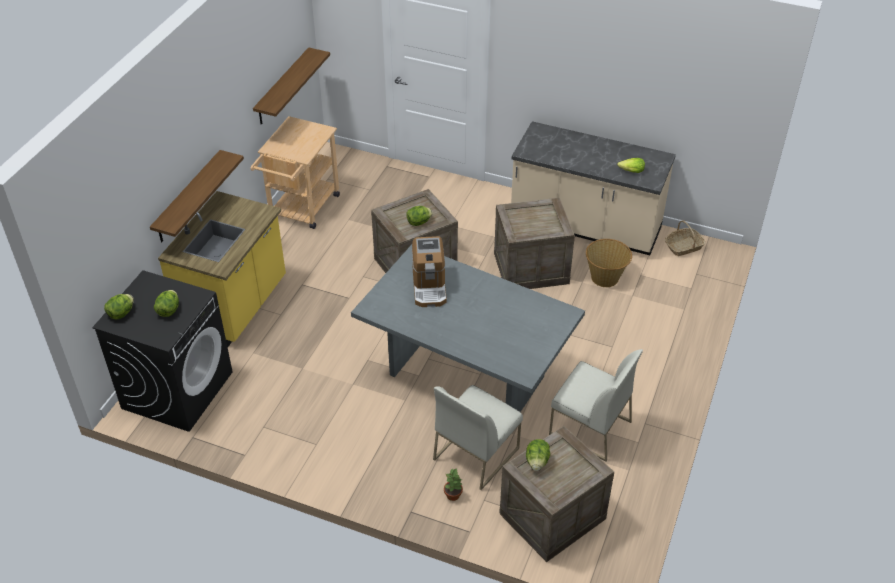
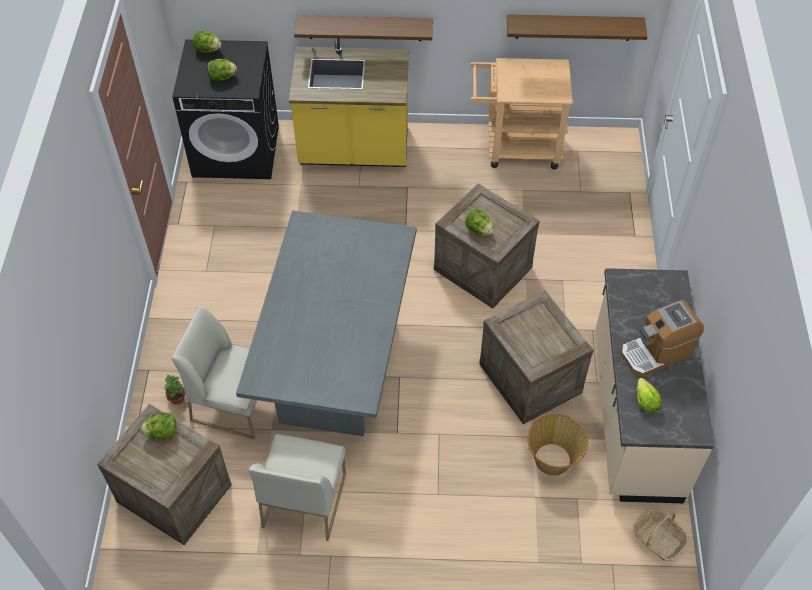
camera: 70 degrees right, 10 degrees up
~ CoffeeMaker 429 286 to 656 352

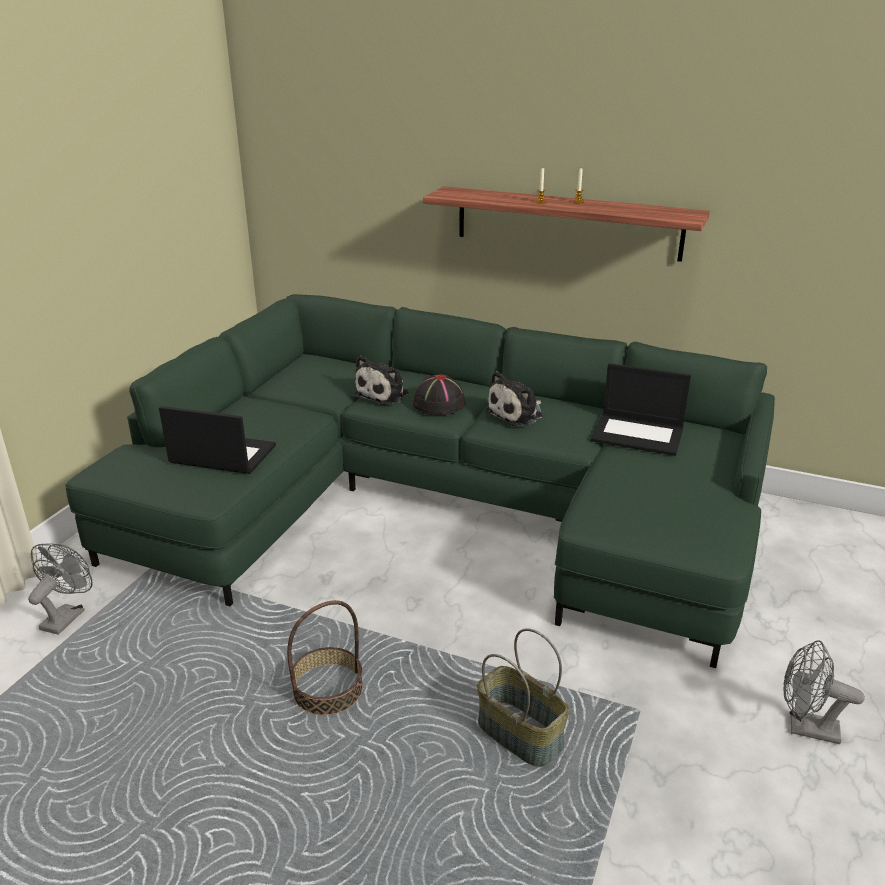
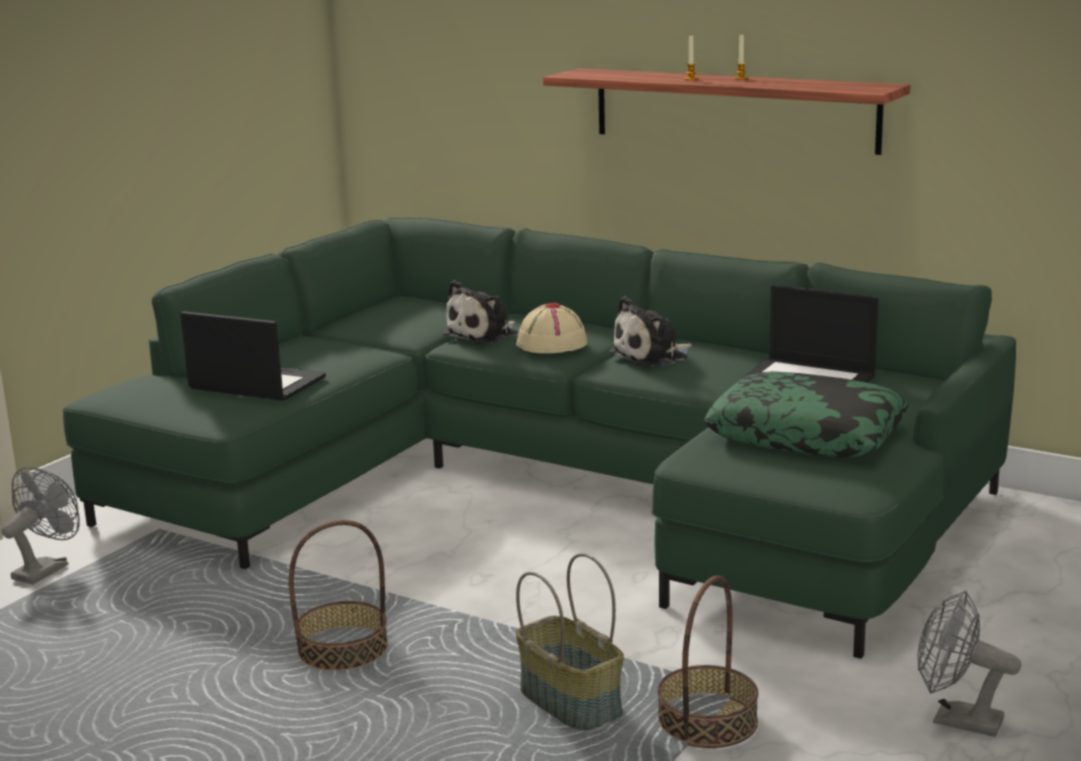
camera: 10 degrees right, 10 degrees down
+ Basket 707 721
+ Pillow 806 434
~ BlackColouredHat 438 404 to BeigeColouredHat 551 344

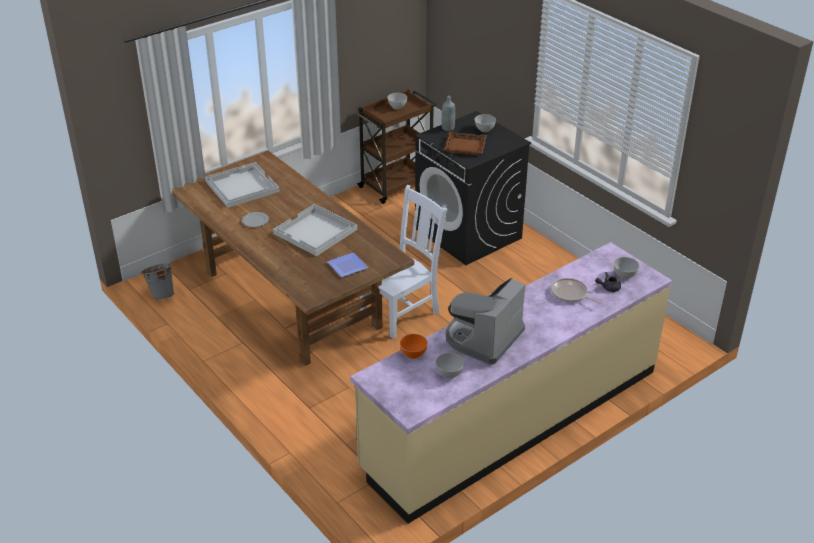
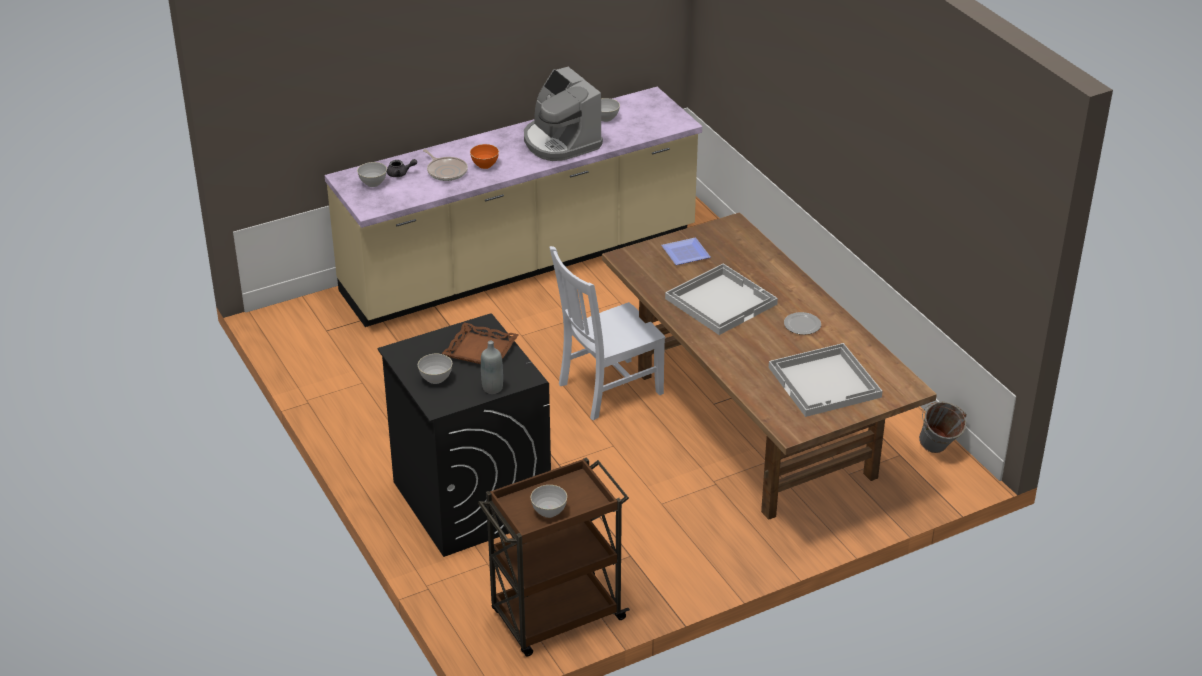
camera: 170 degrees left, 0 degrees up
~ OrangeServingBowl 413 354 to 485 165
~ CoffeeMaker 483 338 = 560 142 105 degrees clockwise

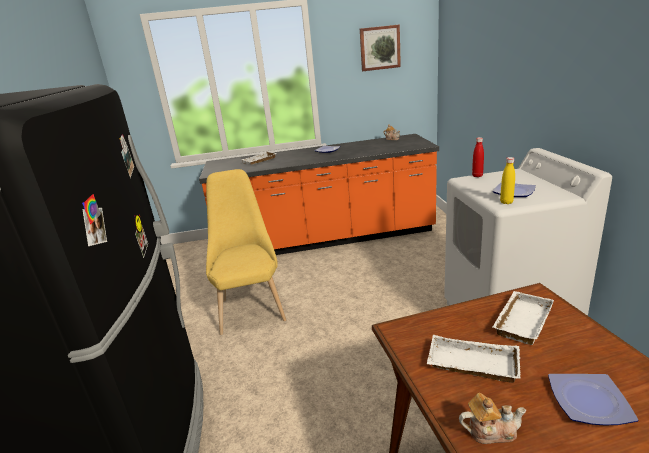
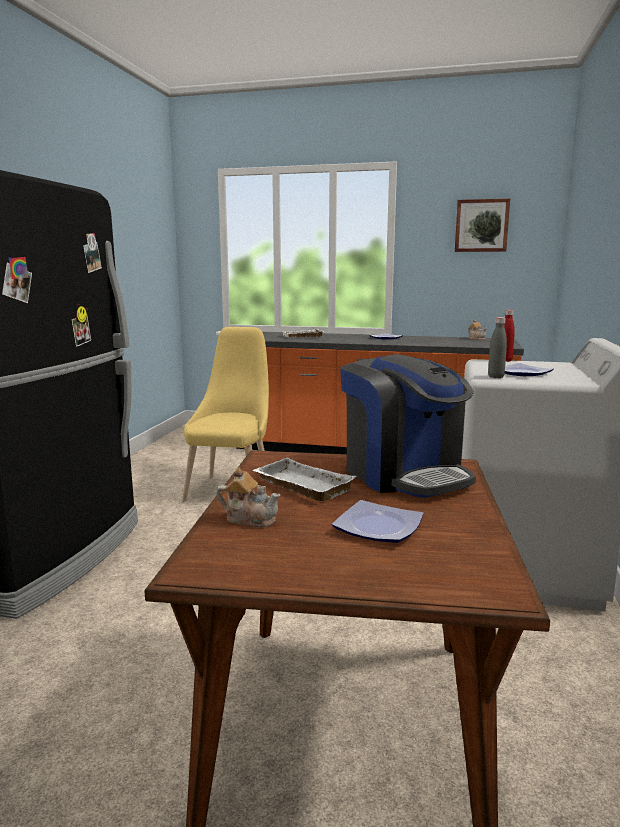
camera: 20 degrees right, 10 degrees down
~ WhitishServingTray 521 320 to CoffeeMaker 404 474
~ YellowBeverageBottle 506 202 to GreyBeverageBottle 495 377

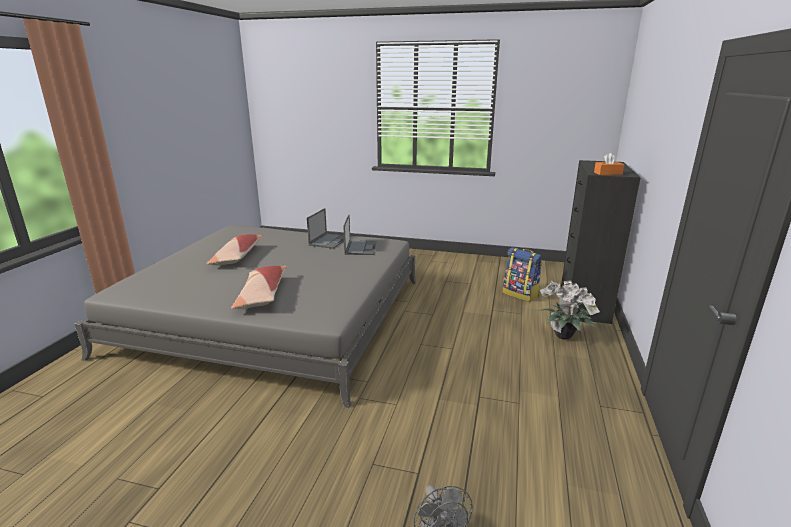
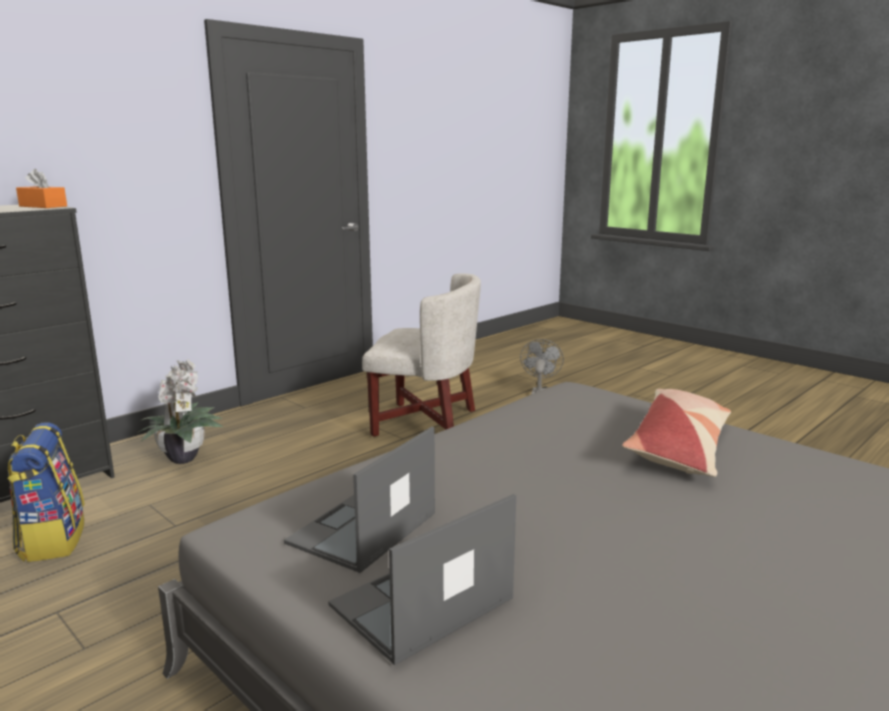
camera: 150 degrees left, 5 degrees down
- Pillow 237 257
+ WhitishEasyChair 426 423

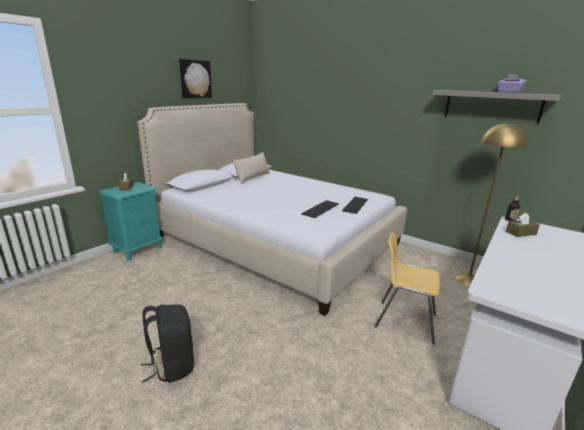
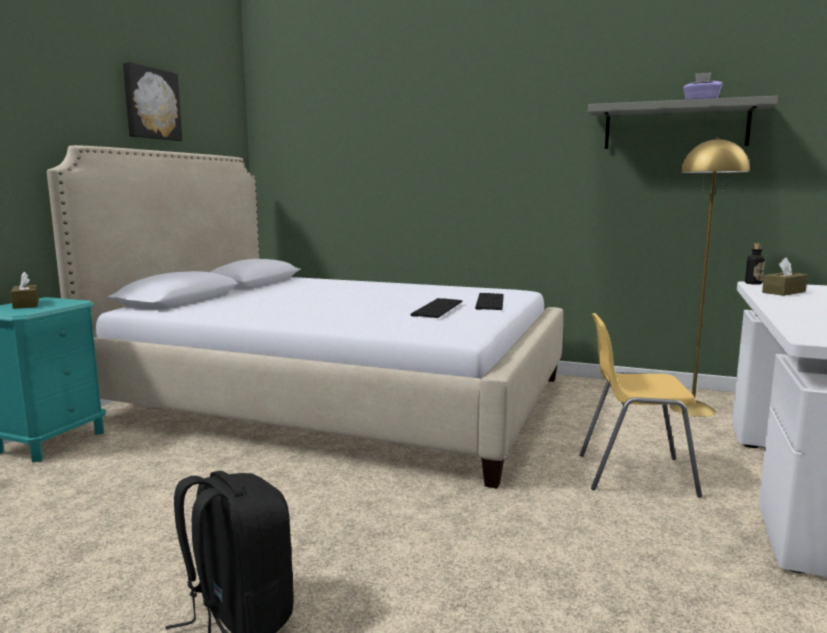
camera: 15 degrees left, 10 degrees down
- BeigeColouredPillow 253 177

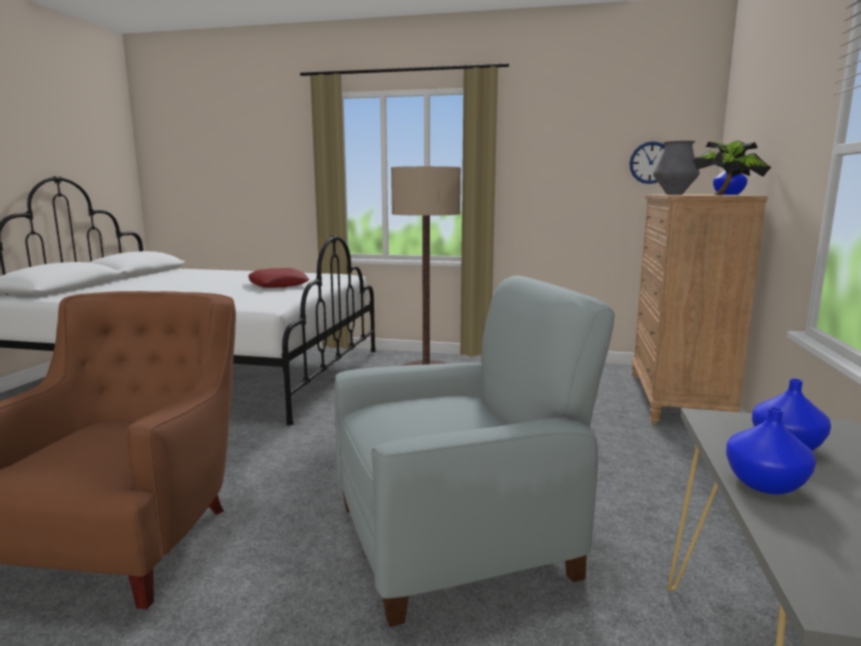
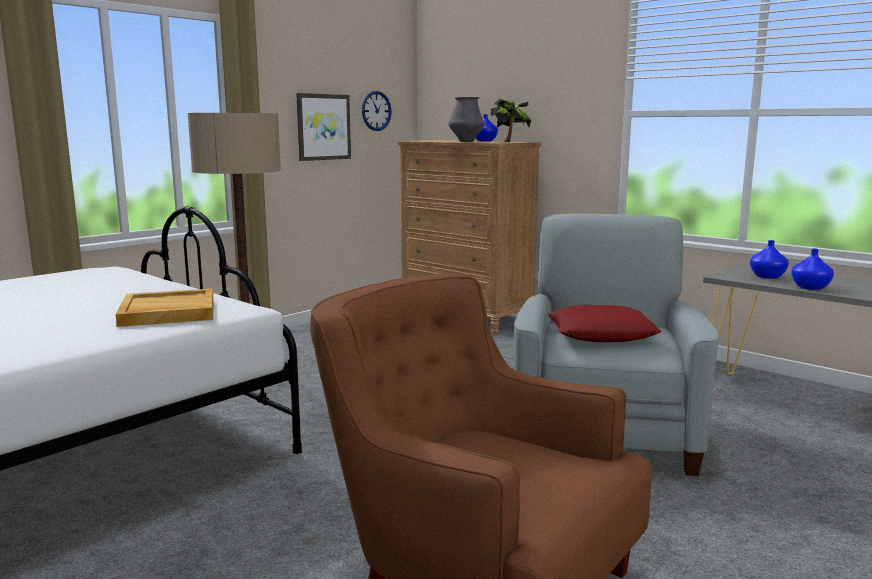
camera: 60 degrees left, 0 degrees up
+ BeigeColouredServingTray 167 312
+ WallPicture 323 127
~ RedPillow 278 285 to 601 334

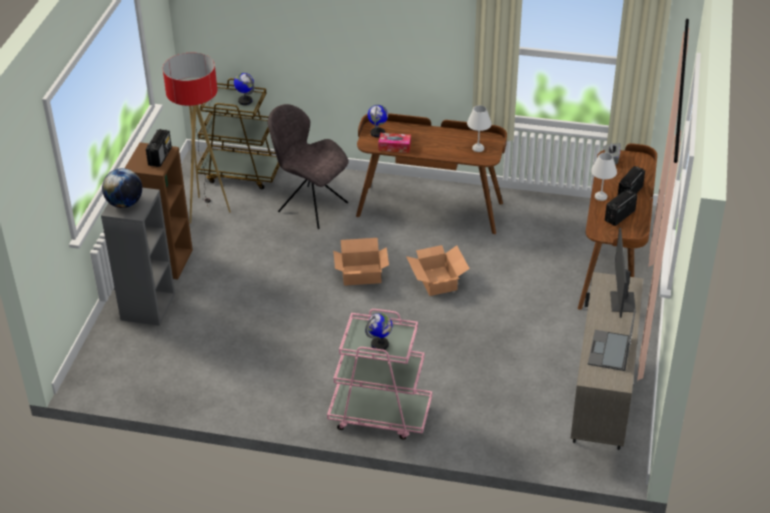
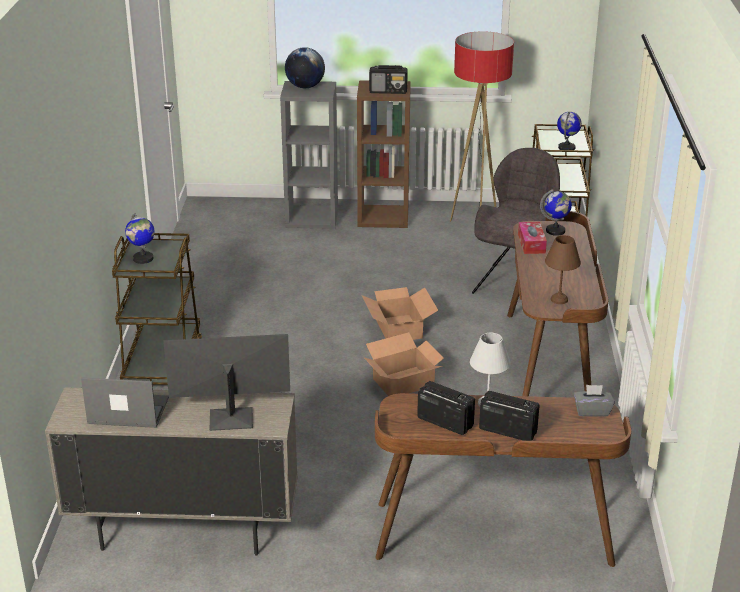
camera: 80 degrees right, 10 degrees down
~ PinkColouredCart 379 415 to BrownColouredCart 163 363
~ WhitishTabletopLamp 477 148 to BrownColouredTabletopLamp 558 299

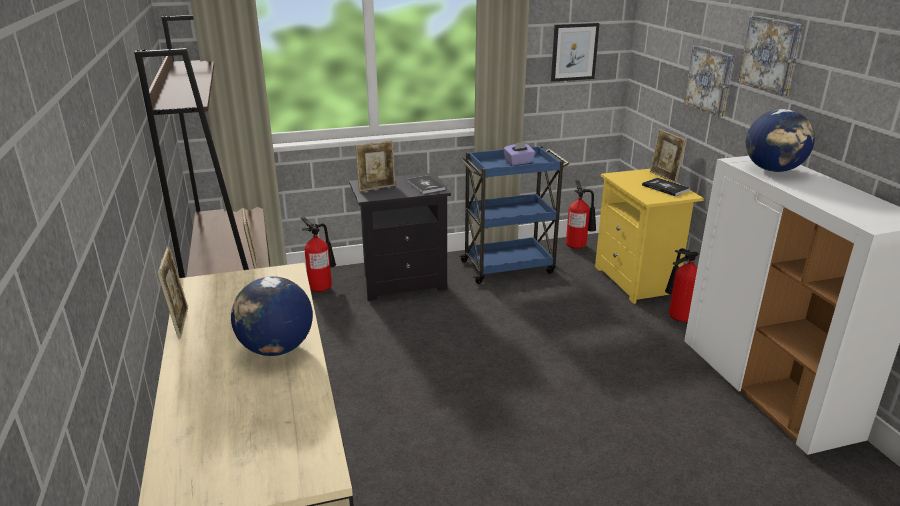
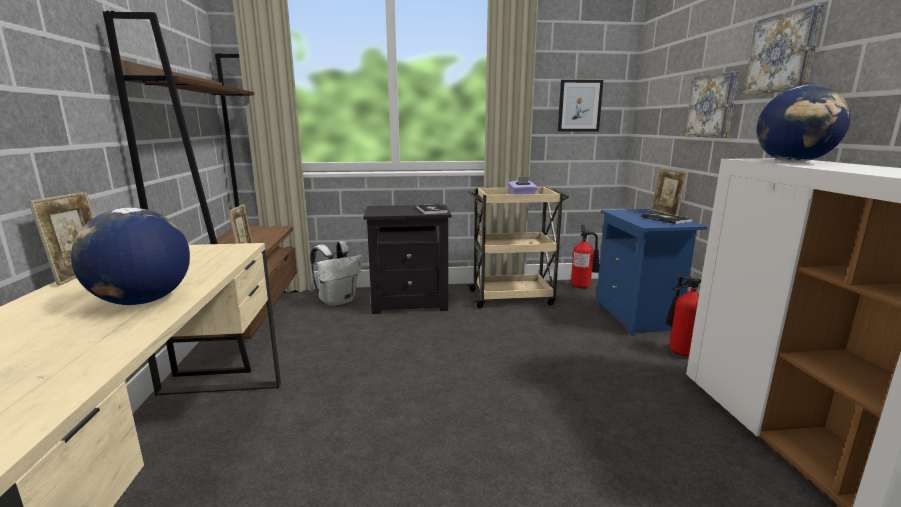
camera: 10 degrees right, 10 degrees down
- StandingFrame 377 188
~ FireExtinguisher 322 287 to WhitishRucksack 338 301
~ BluishCart 509 266 to BeigeColouredCart 512 297
~ YellowNightTable 637 281 to BluishNightTable 637 317

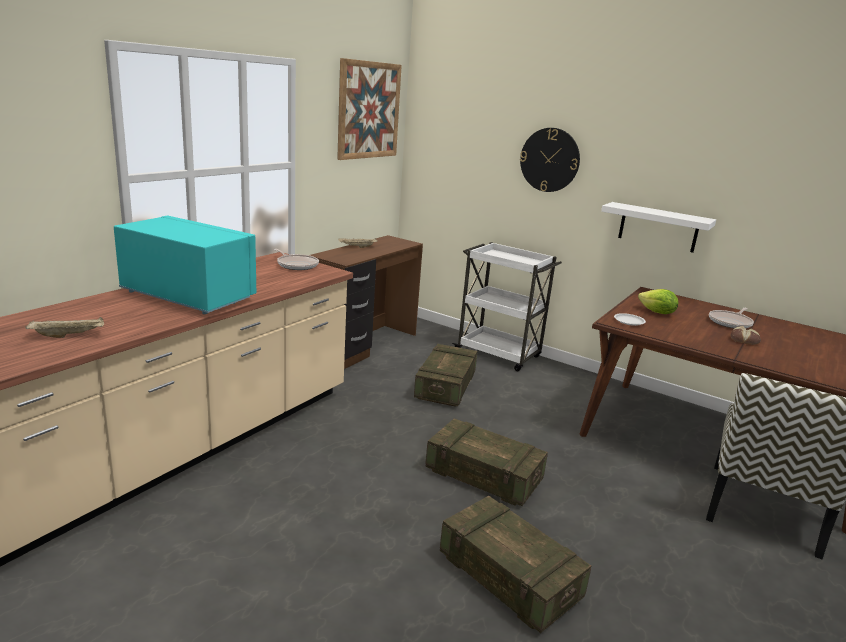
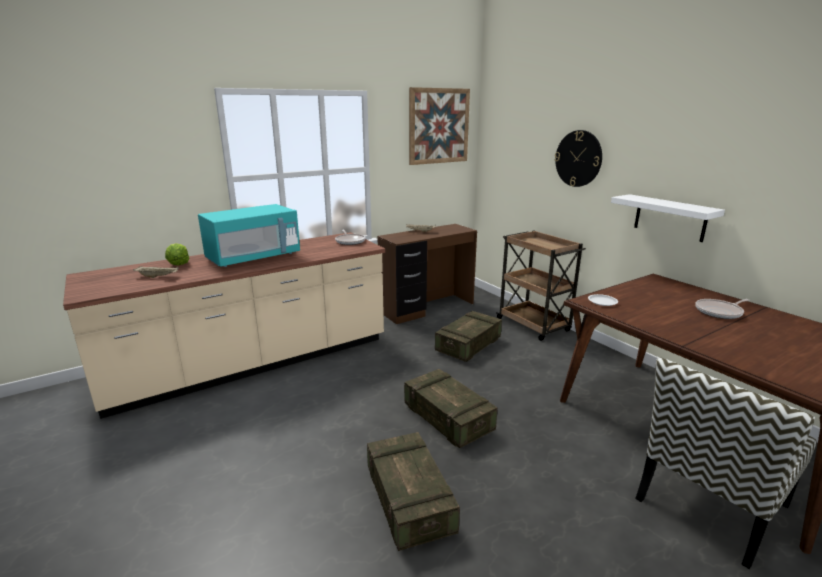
camera: 25 degrees right, 0 degrees up
- BakedBread 744 340
~ Lettuce 657 313 to 178 264
~ WhitishCart 499 354 to BrownColouredCart 534 325
~ TurquoiseColouredKitchenMicrowave 188 296 = 254 258 90 degrees clockwise

